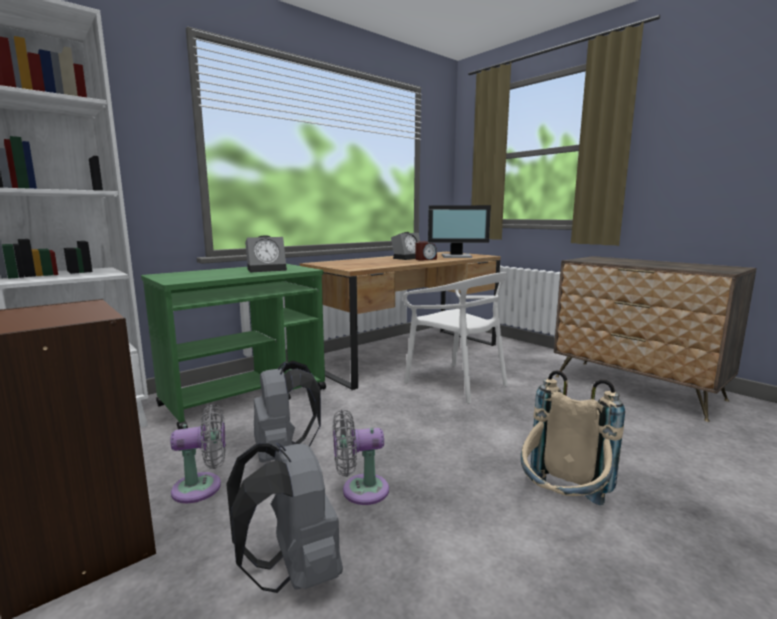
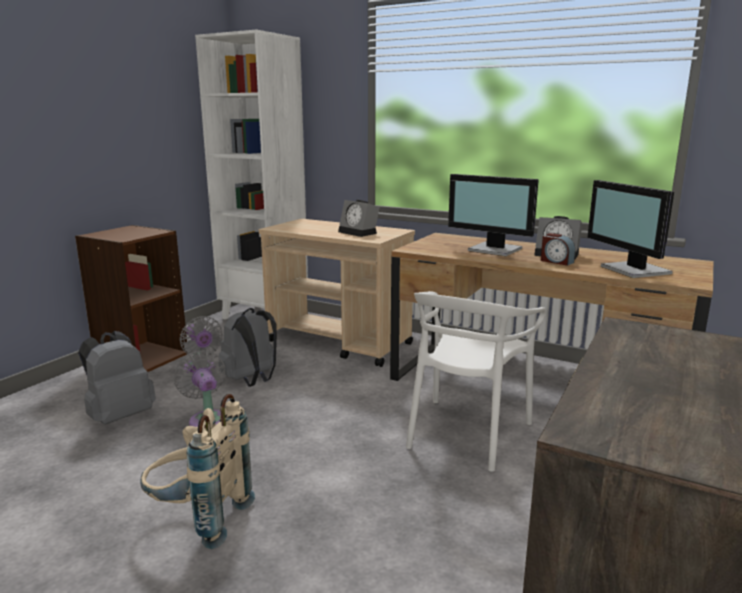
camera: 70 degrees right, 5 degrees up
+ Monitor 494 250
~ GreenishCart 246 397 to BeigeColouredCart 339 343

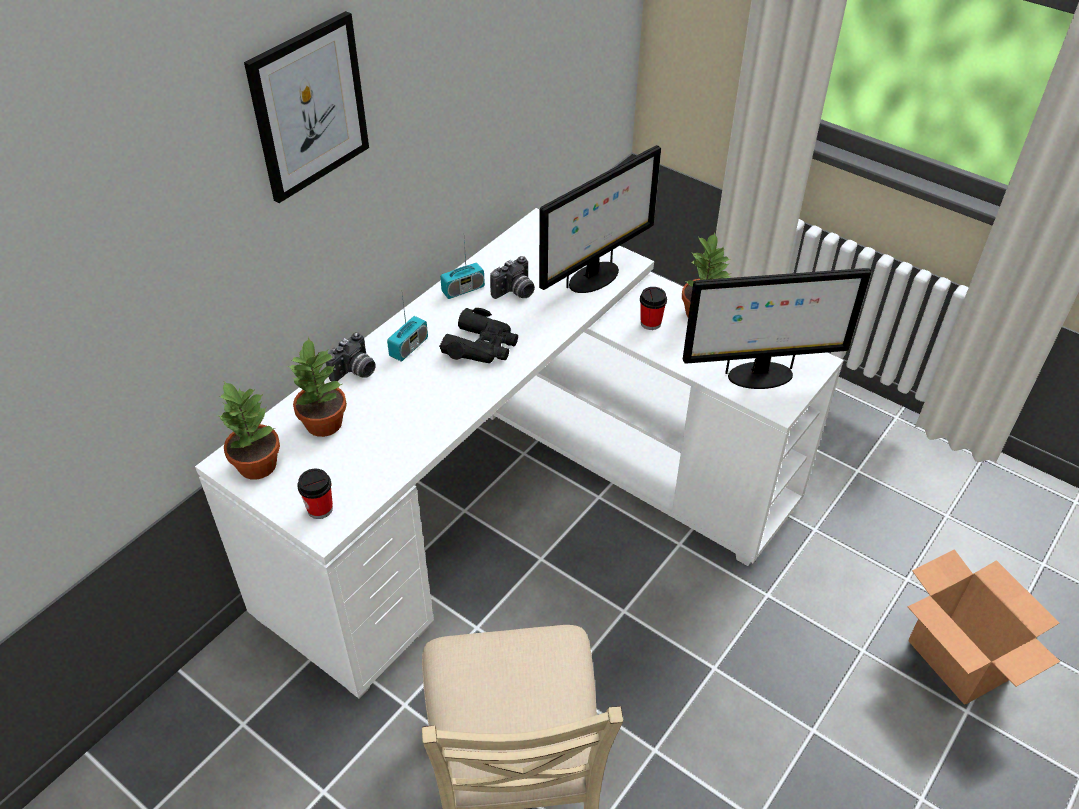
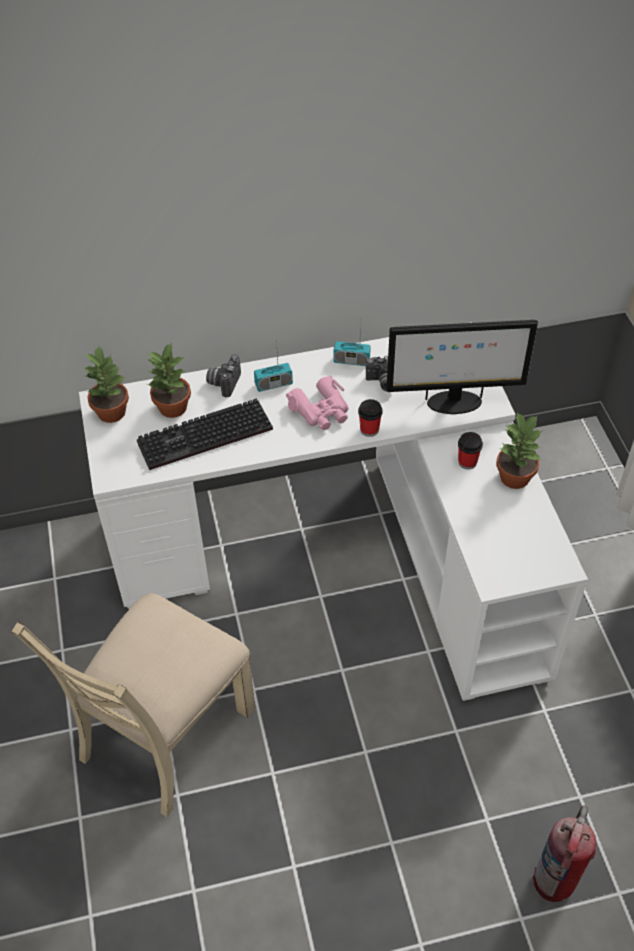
camera: 40 degrees right, 5 degrees up
- WallPicture 309 107
- Monitor 759 376
+ ComputerKeyboard 204 438
~ SmallCup 320 509 to 369 430
~ Carton 958 661 to FireExtinguisher 554 881
~ BlackColouredFieldGlasses 481 346 to PinkColouredFieldGlasses 321 410
~ StillCamera 355 372 = 224 382 120 degrees clockwise

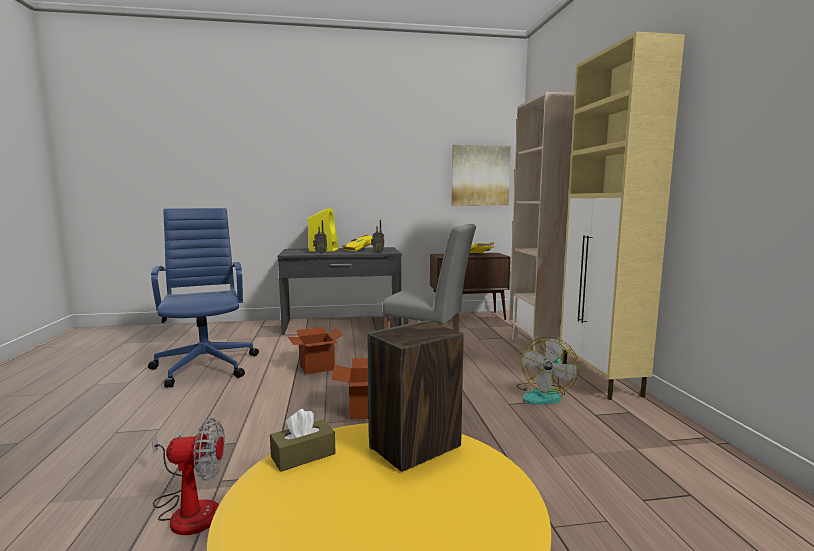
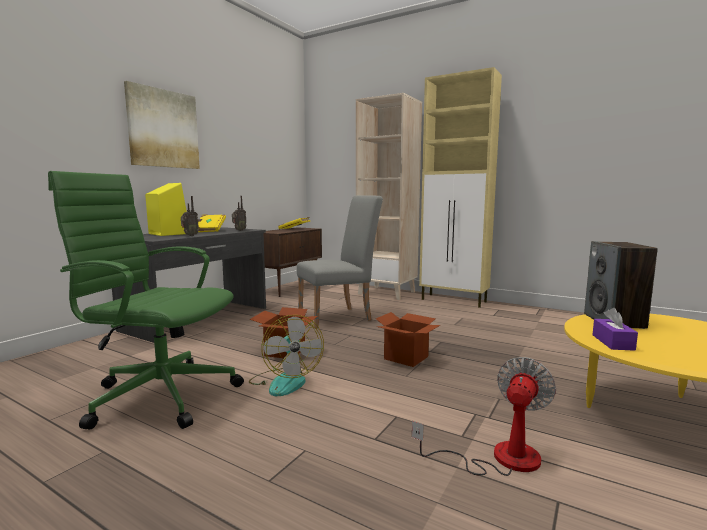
camera: 50 degrees left, 0 degrees up
~ WallPicture 480 175 to 163 129
~ ElectricFan 544 395 to 285 381
~ BluishComputerChair 206 365 to GreenishComputerChair 160 395
~ BrownColouredBoxOfTissues 303 455 to PurpleBoxOfTissues 613 342

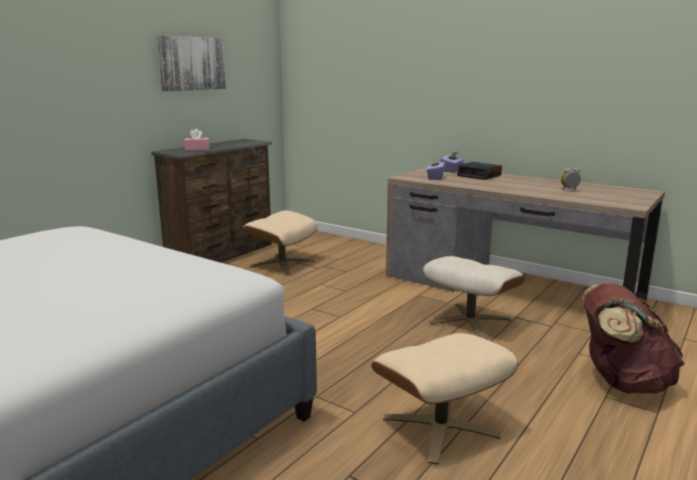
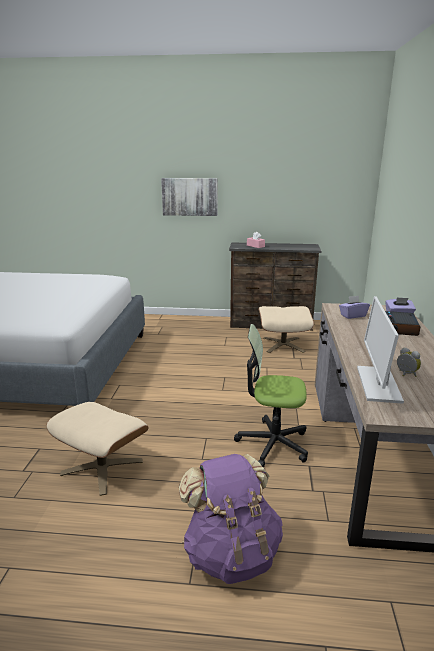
camera: 60 degrees right, 5 degrees up
+ Monitor 377 384
~ WallPicture 191 63 to 190 196
~ BeigeColouredPouffe 469 321 to ComputerChair 272 443
~ BrownColouredRucksack 622 382 to PurpleRucksack 231 553

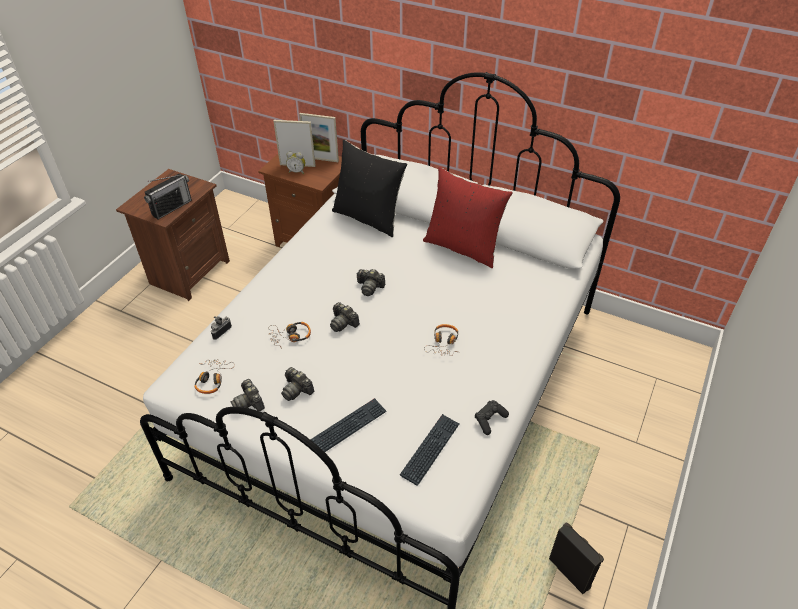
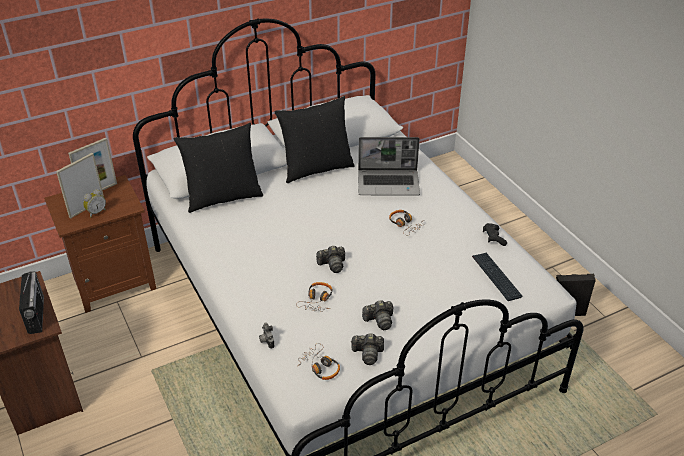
camera: 55 degrees left, 5 degrees down
- ComputerKeyboard 348 427
- StillCamera 370 287
+ NotebookComputer 389 183
~ RedPillow 463 247 to BlackColouredPillow 316 168

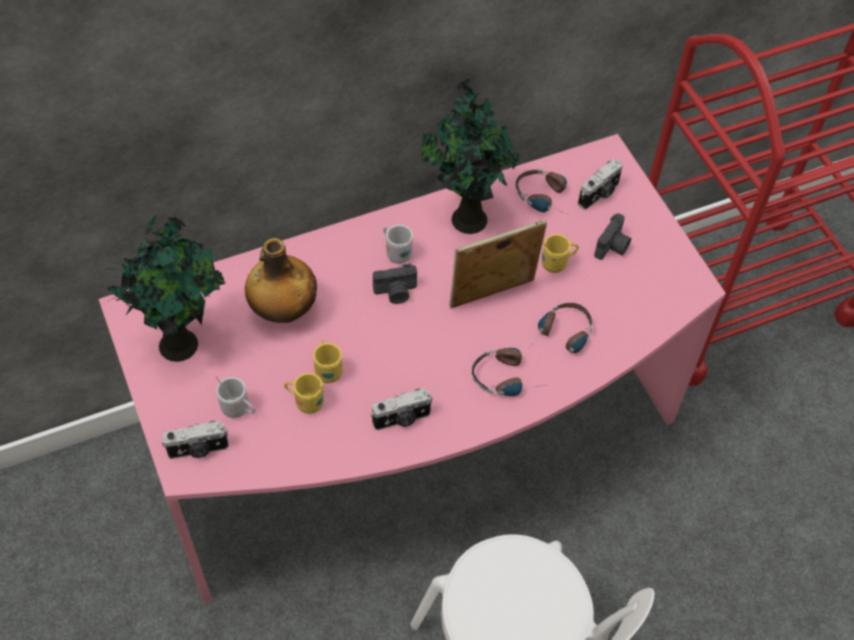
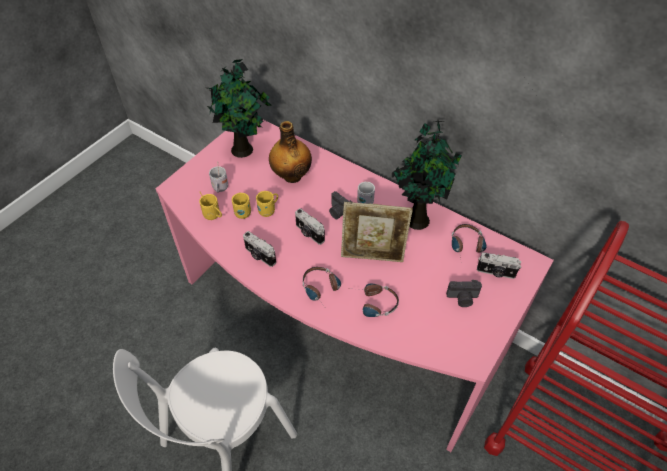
camera: 60 degrees right, 5 degrees down
~ StillCamera 198 450 to 309 233
~ YellowCoffeeMug 557 263 to 214 216
~ StandingFrame 492 297 = 372 256 150 degrees clockwise

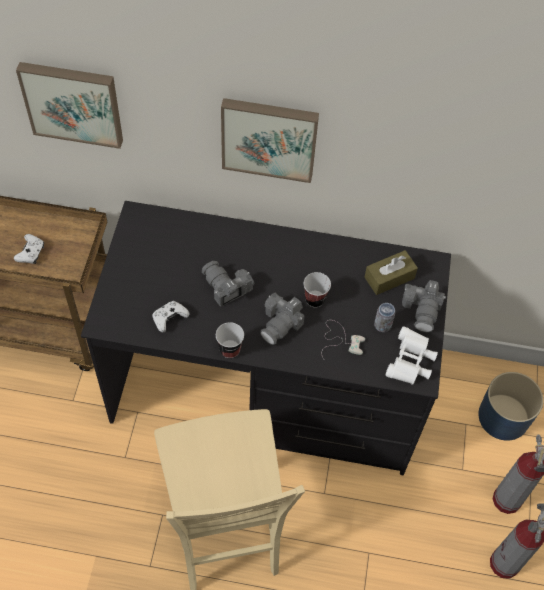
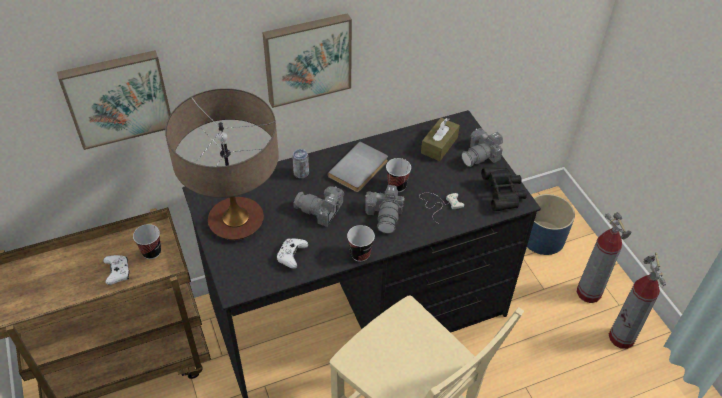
camera: 30 degrees left, 10 degrees down
+ SmallCup 151 252
+ TabletopLamp 236 222
+ GreyBoundBook 360 169
~ SealedCan 382 325 to 301 173
~ WhitishFieldGlasses 410 363 to BlackColouredFieldGlasses 502 195
~ StillCamera 422 310 = 481 155 75 degrees clockwise

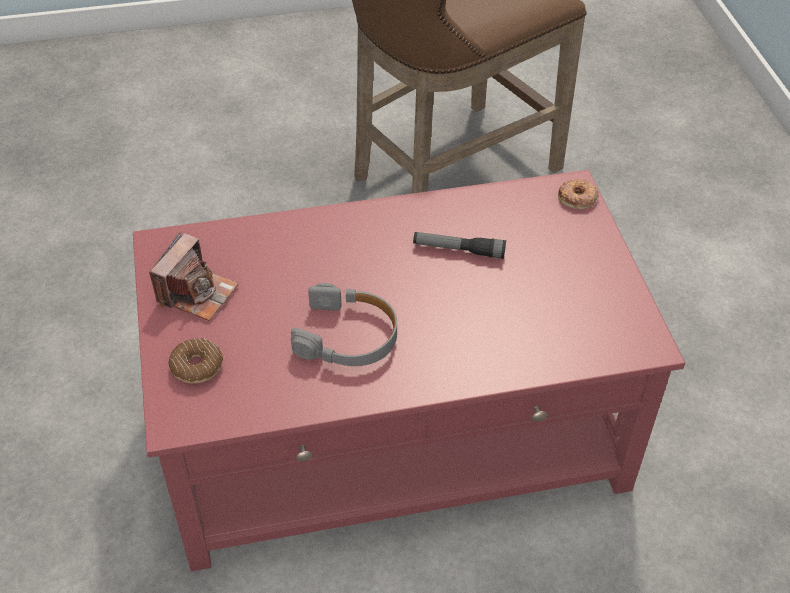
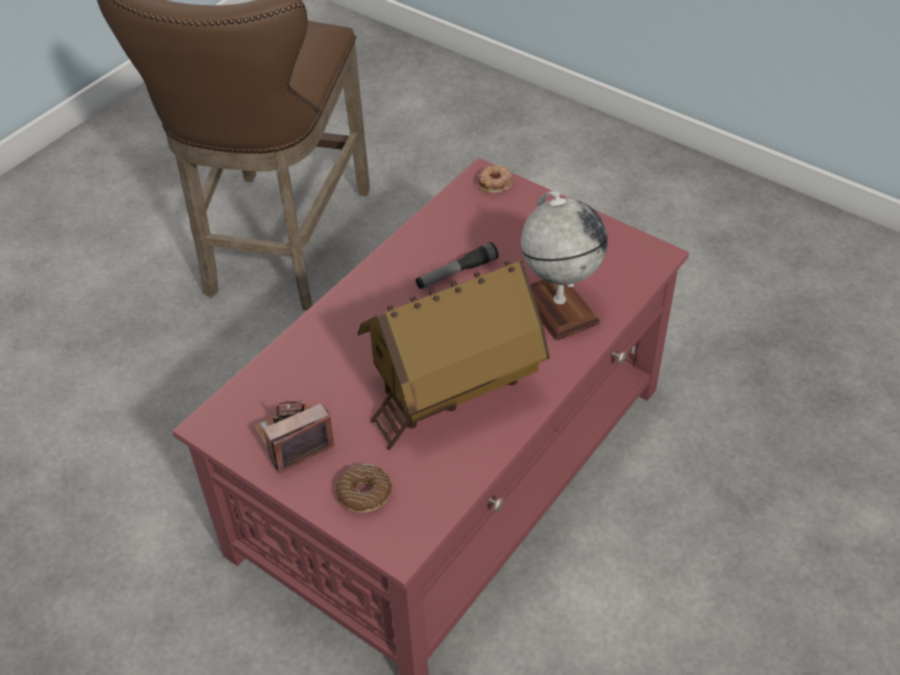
camera: 40 degrees left, 0 degrees up
+ DeskGlobe 558 307
~ GreyHeadphones 348 336 to MiniatureHouse 452 389
~ StillCamera 197 293 = 293 440 105 degrees counterclockwise

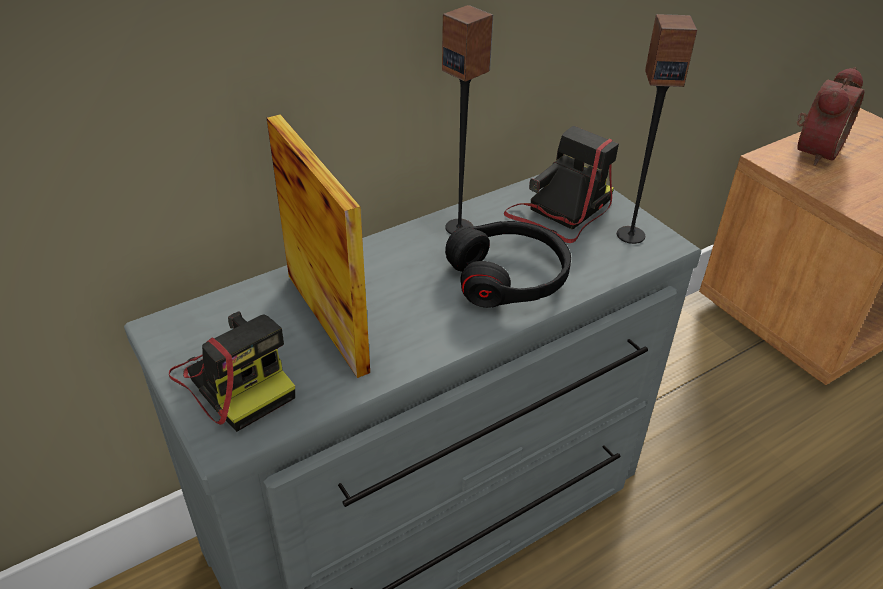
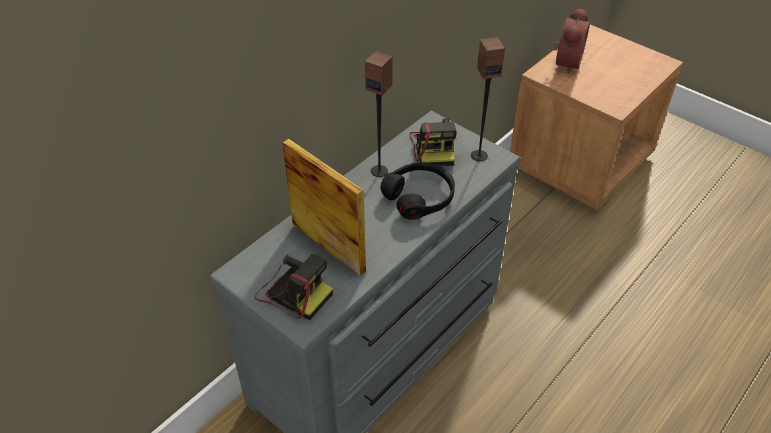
camera: 15 degrees left, 5 degrees up
~ StillCamera 561 211 = 434 147 150 degrees clockwise

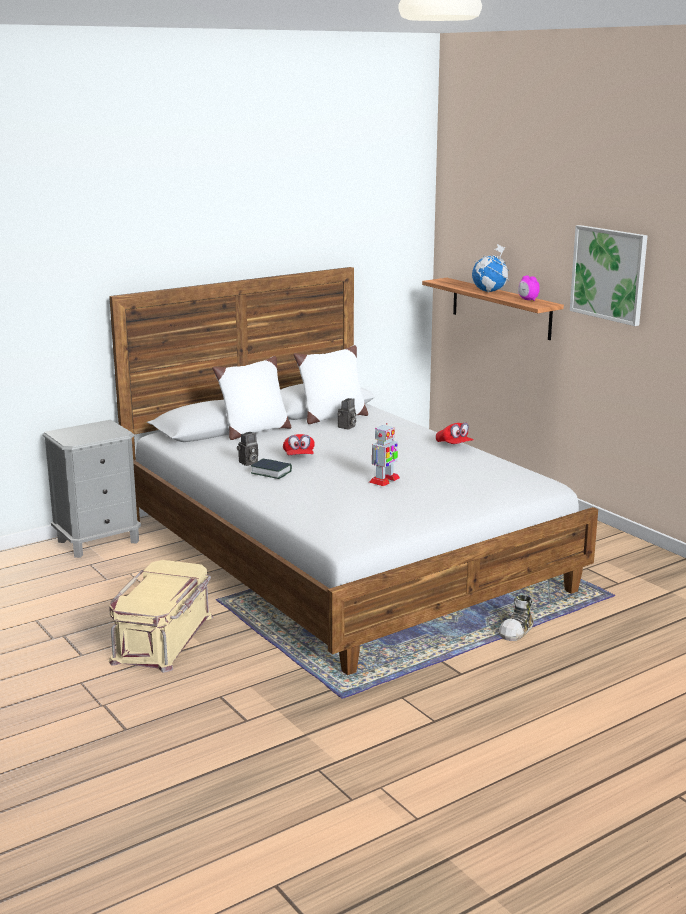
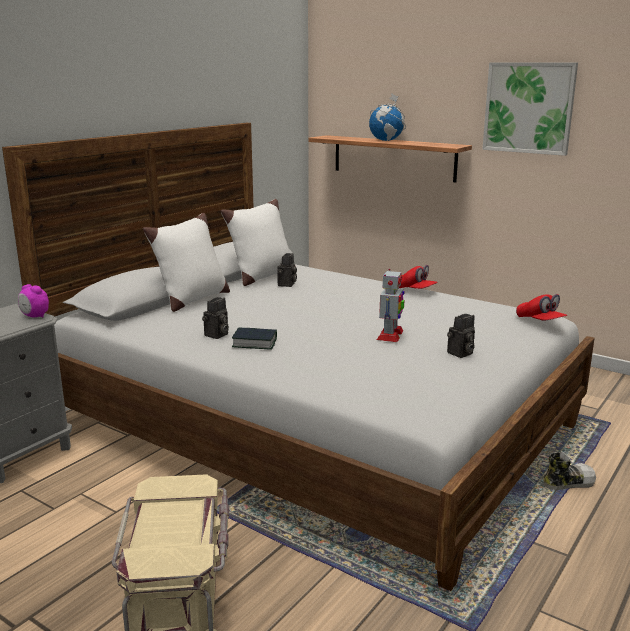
camera: 20 degrees left, 0 degrees up
+ StillCamera 460 354
~ RedBaseballCap 299 457 to 540 321
~ TableClock 527 300 to 35 316
~ ItemOfFootwear 517 630 = 567 482 120 degrees counterclockwise

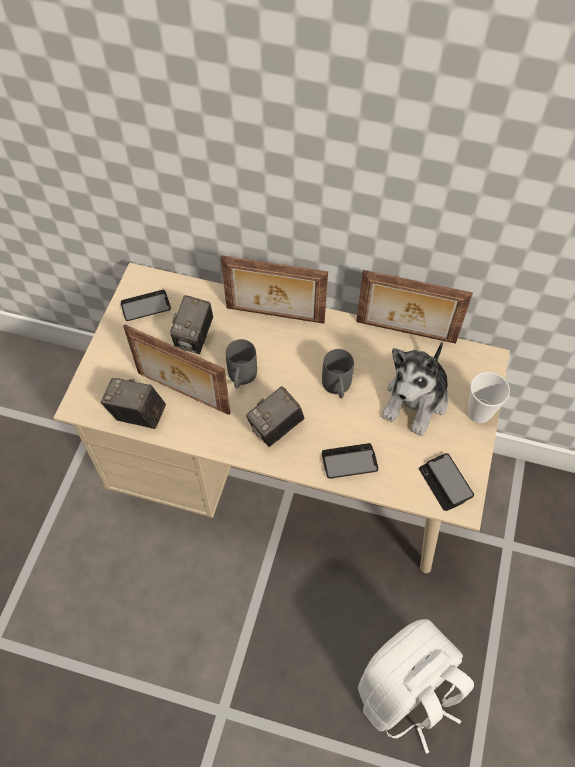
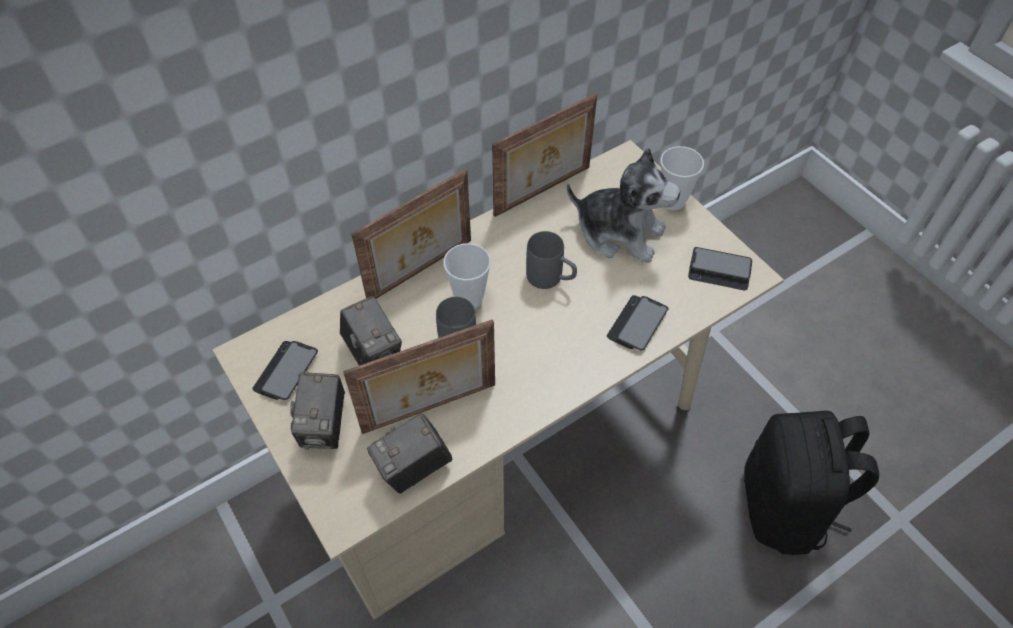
camera: 50 degrees left, 5 degrees down
+ SmallCup 469 299
~ StillCamera 276 428 to 325 426
~ WhitishRucksack 405 693 to BlackColouredRucksack 785 507
~ CuddlyToy 416 400 = 619 233 45 degrees counterclockwise

